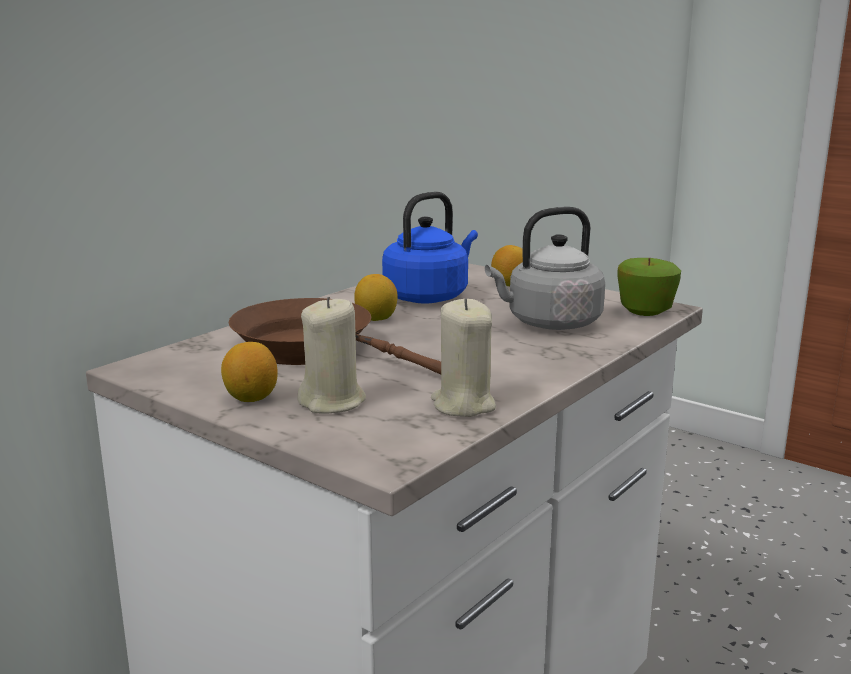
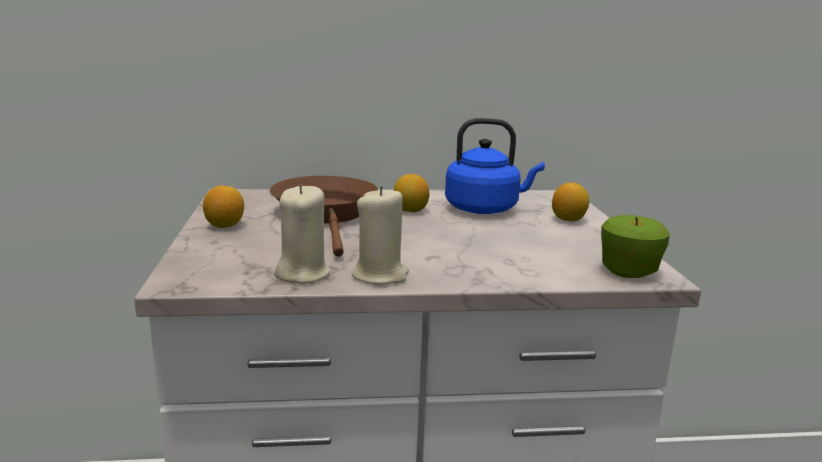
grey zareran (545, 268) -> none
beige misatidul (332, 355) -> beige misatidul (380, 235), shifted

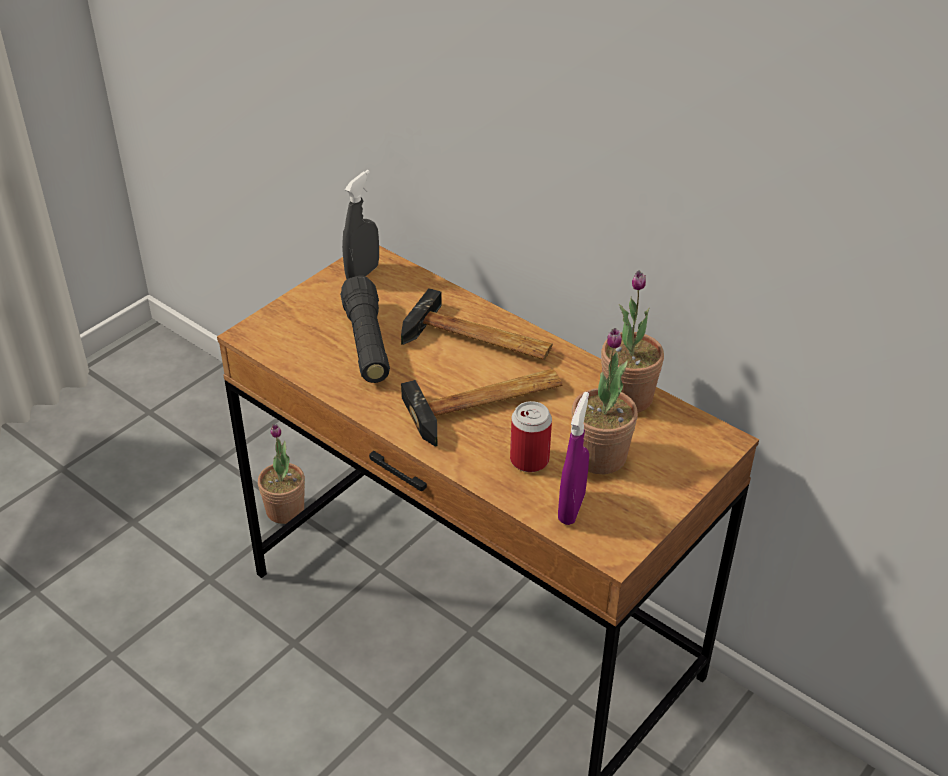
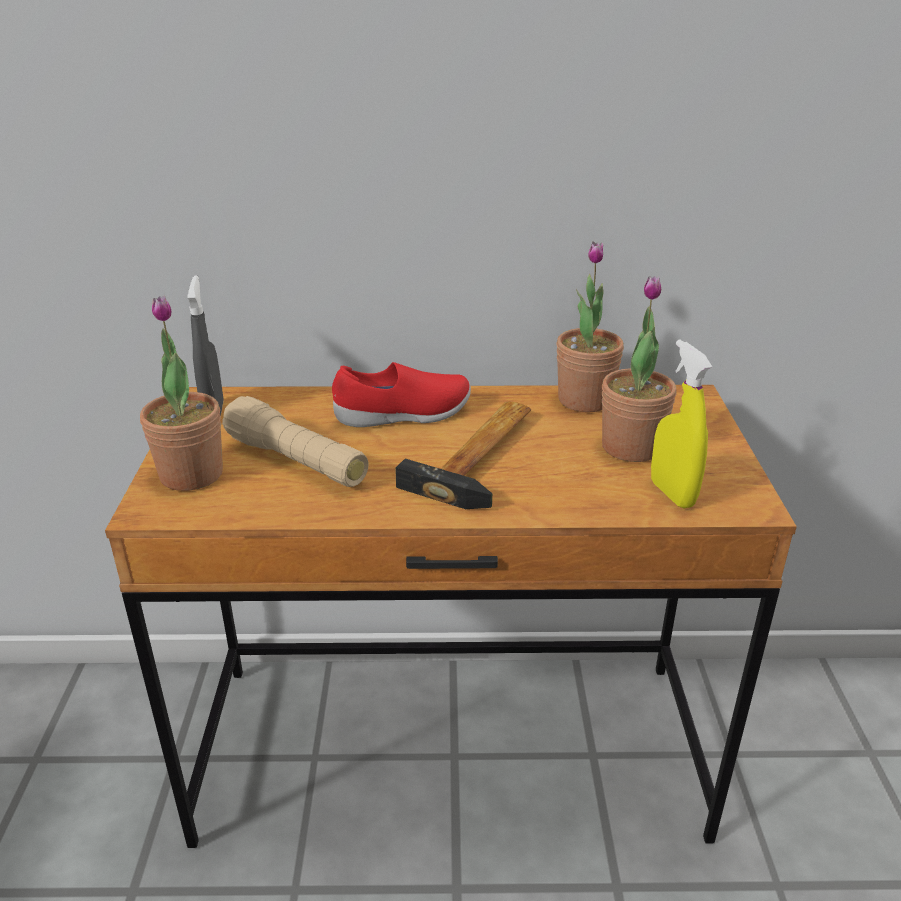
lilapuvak (531, 436) -> none
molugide (281, 474) -> molugide (181, 393), shifted
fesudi (477, 324) -> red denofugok (401, 394)
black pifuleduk (365, 329) -> beige pifuleduk (295, 441)
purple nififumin (573, 458) -> yellow nififumin (681, 424)

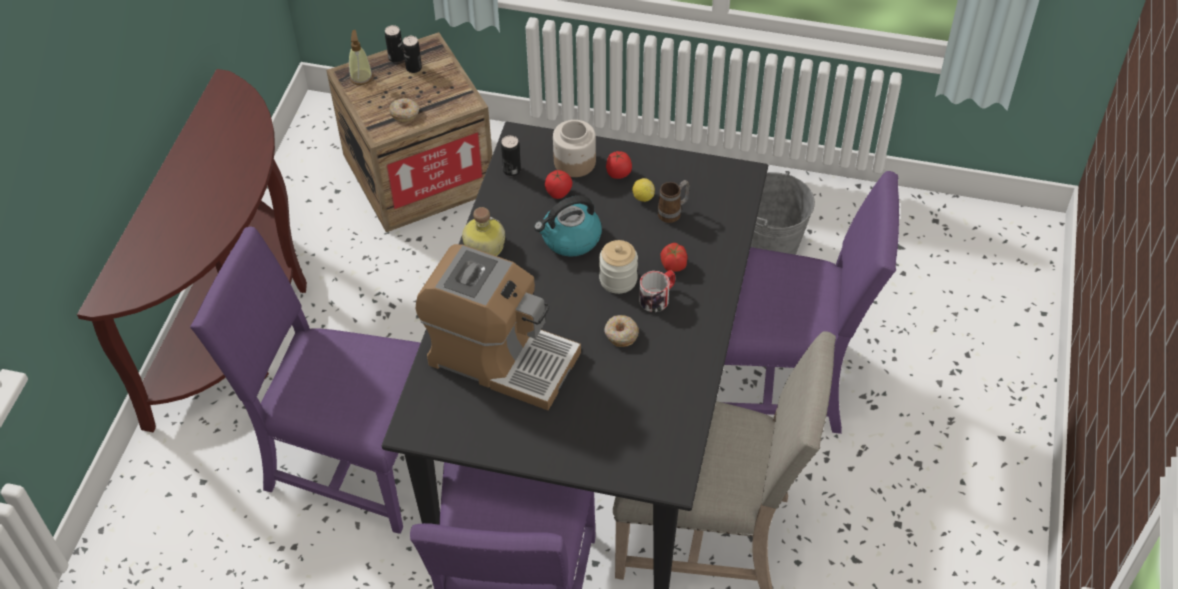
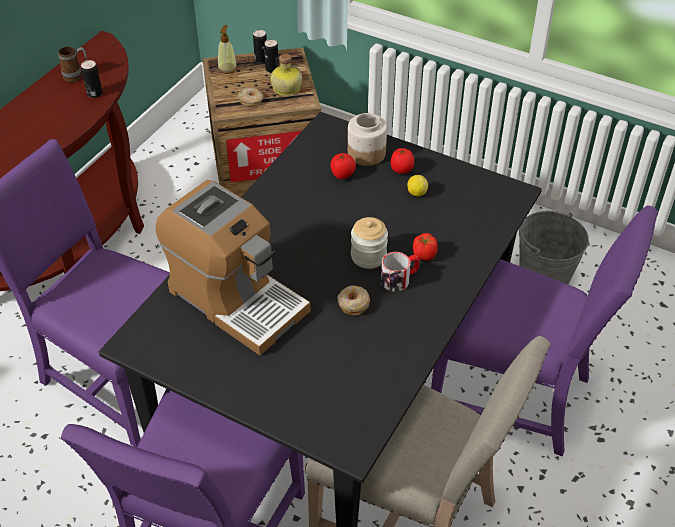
zareran (568, 226) -> none
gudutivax (483, 231) -> gudutivax (286, 75), shifted
lilapuvak (511, 155) -> lilapuvak (92, 79), shifted
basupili (674, 201) -> basupili (72, 64), shifted

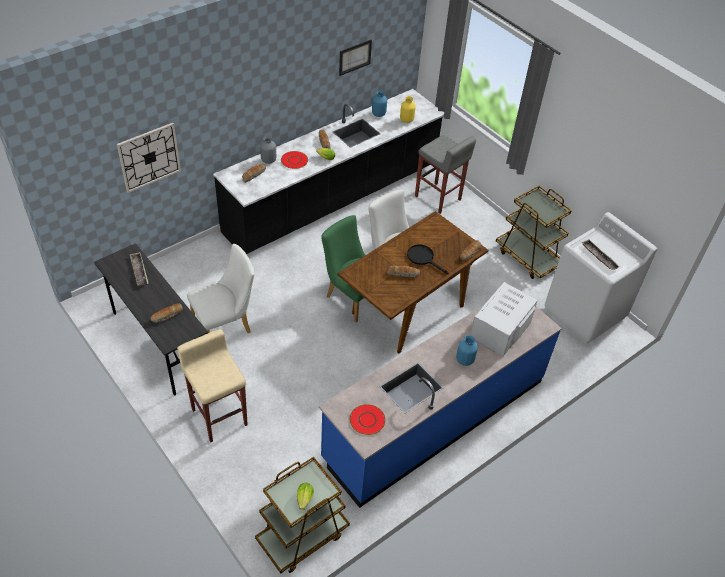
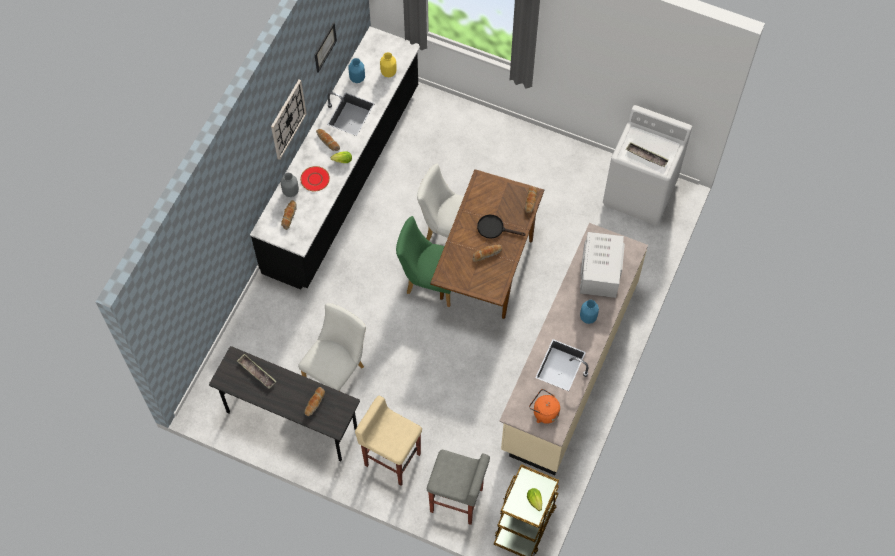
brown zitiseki (534, 232) -> none
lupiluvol (149, 158) -> lupiluvol (288, 120), shifted
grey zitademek (445, 174) -> grey zitademek (458, 487), shifted
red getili (368, 419) -> orange zareran (544, 406)
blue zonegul (440, 407) -> beige zonegul (573, 349)

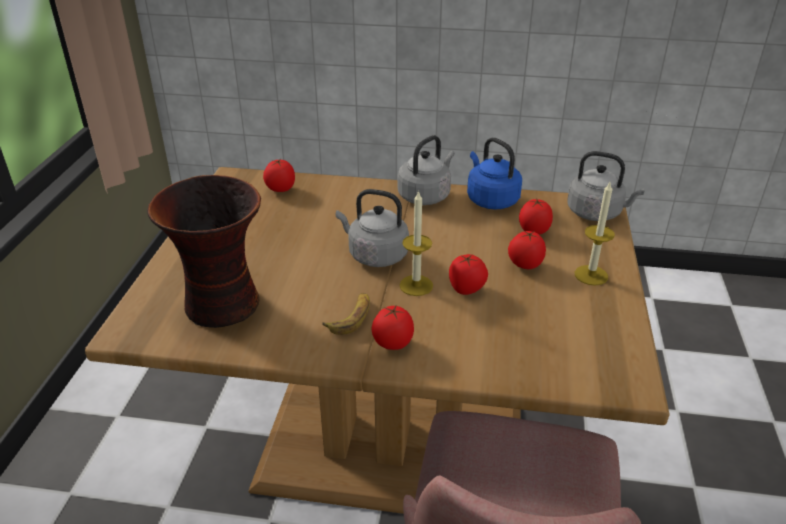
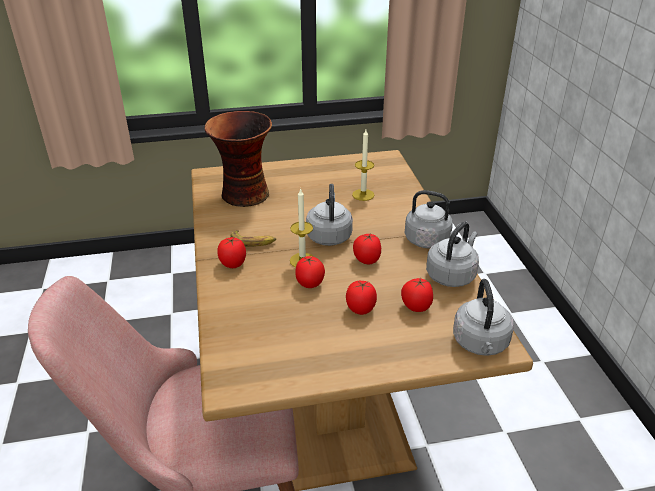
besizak (279, 176) -> besizak (367, 248), shifted
misatidul (595, 234) -> misatidul (363, 165), shifted
blue zareran (494, 173) -> grey zareran (452, 254)

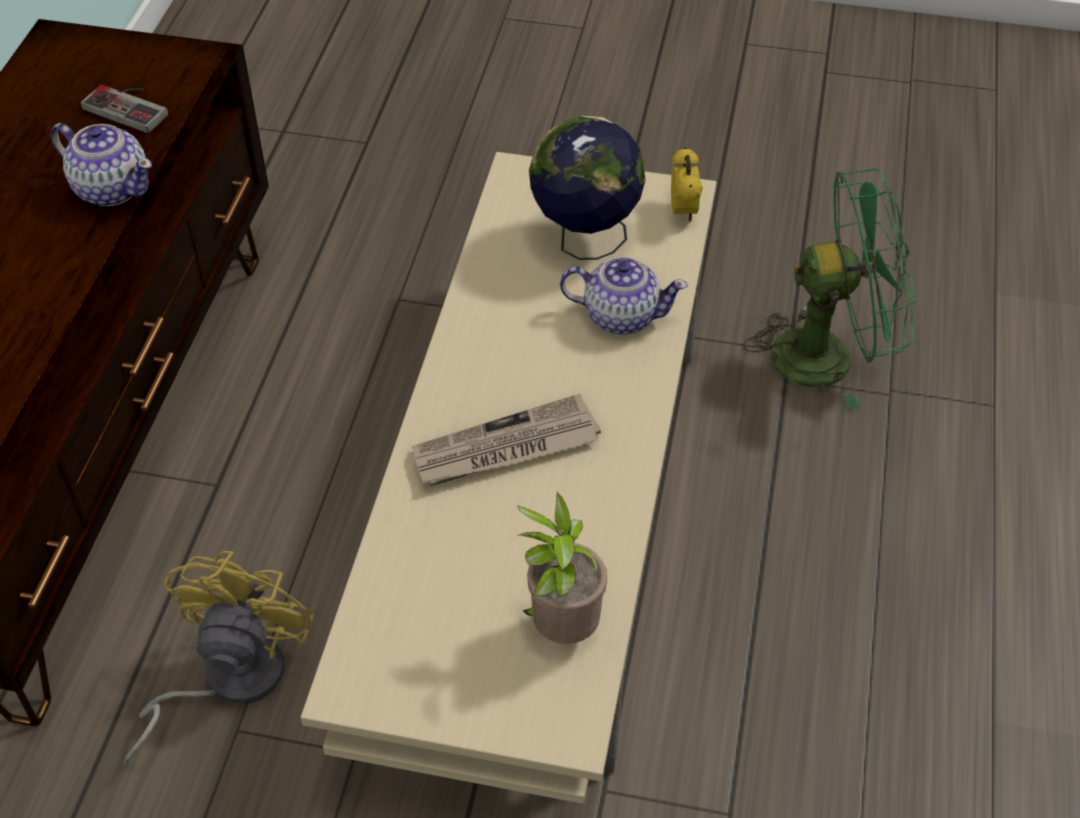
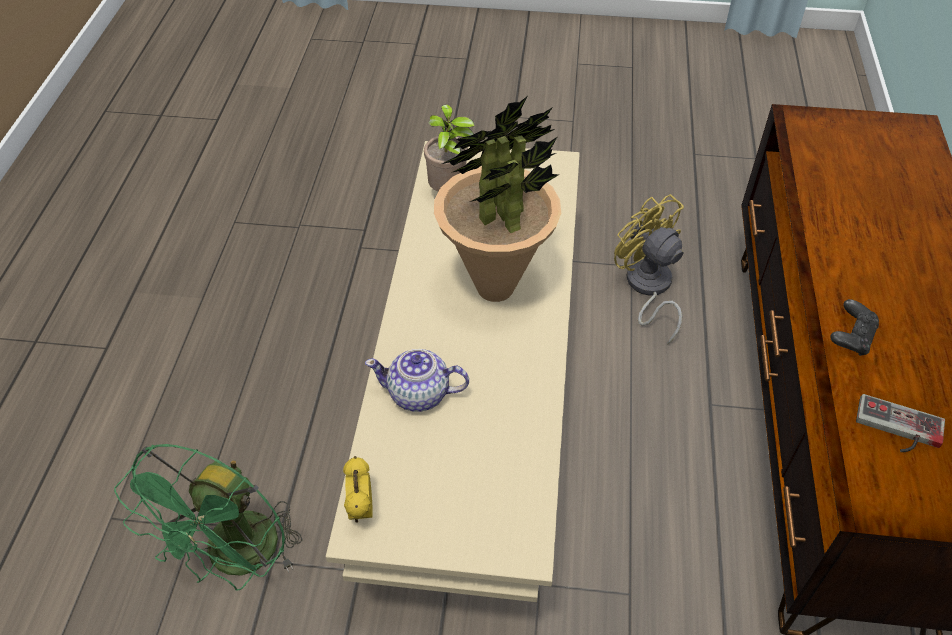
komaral (587, 188) -> none
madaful (101, 164) -> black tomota (854, 327)
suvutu (506, 440) -> molugide (497, 199)
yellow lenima (219, 658) -> yellow lenima (649, 269), 135 degrees clockwise
green lenima (829, 289) -> green lenima (208, 517), 60 degrees counterclockwise

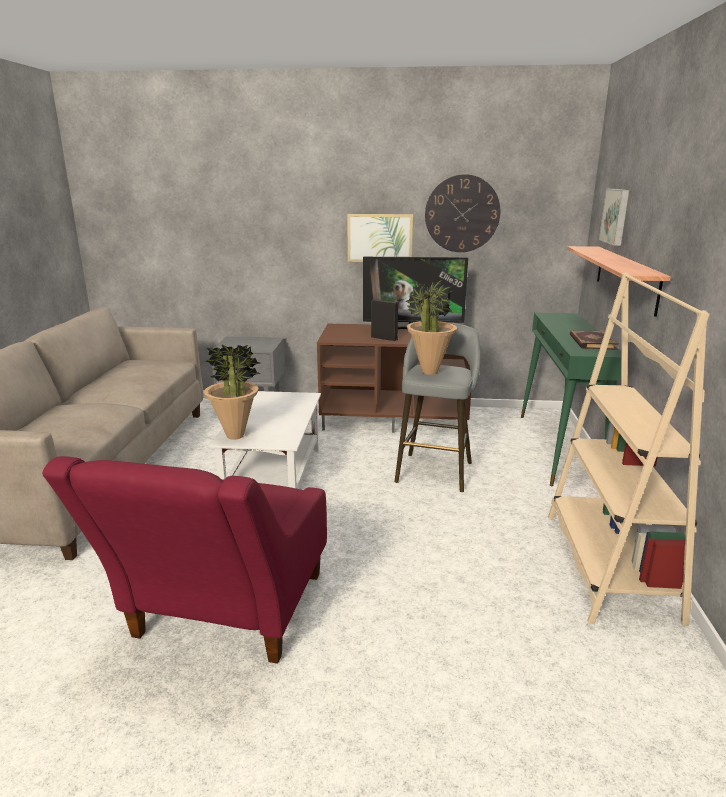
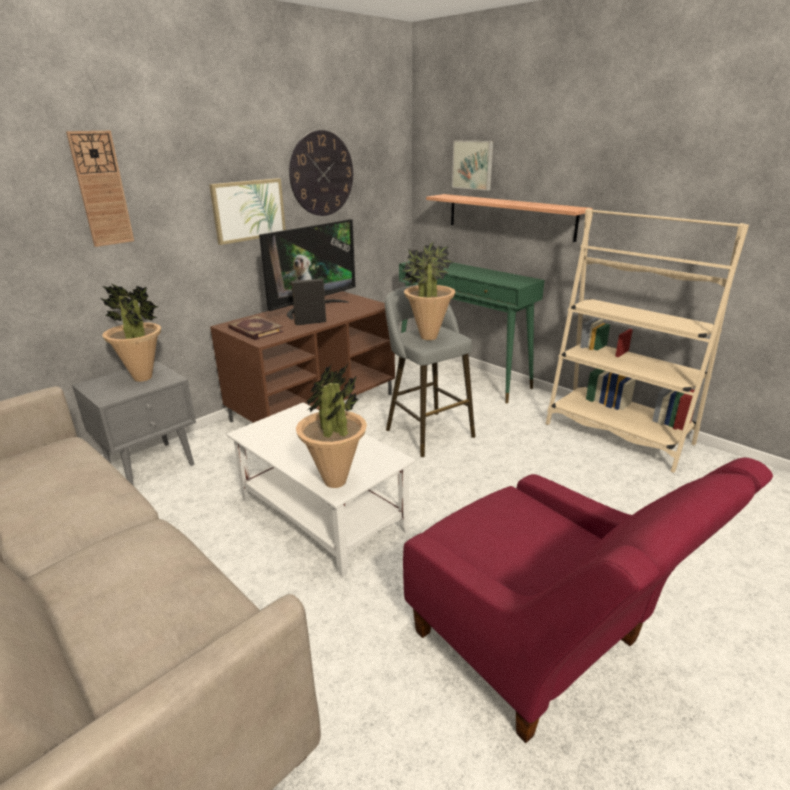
none -> lupiluvol (100, 189)
none -> molugide (130, 333)
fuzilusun (594, 340) -> fuzilusun (256, 328), shifted

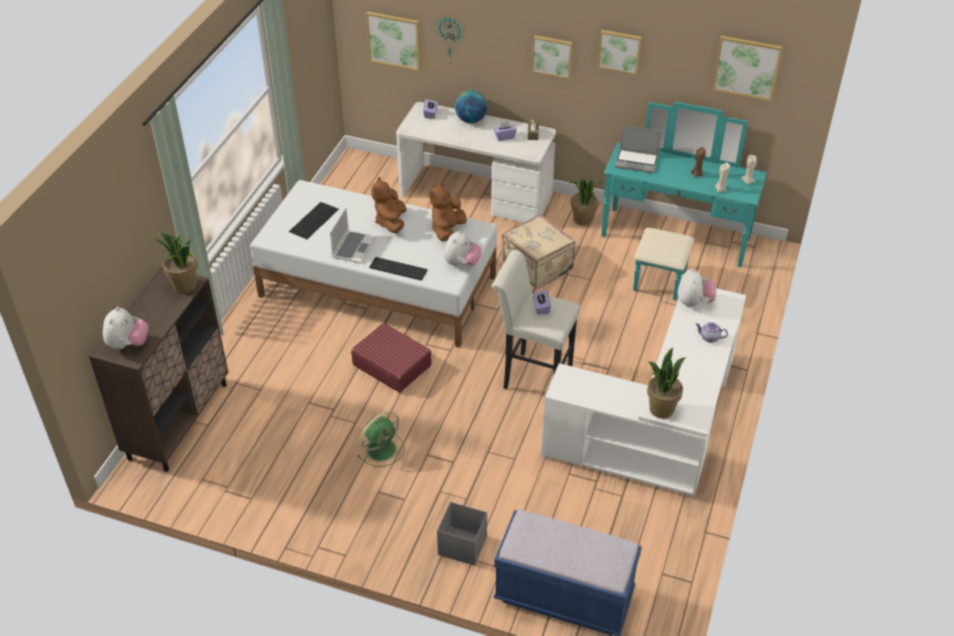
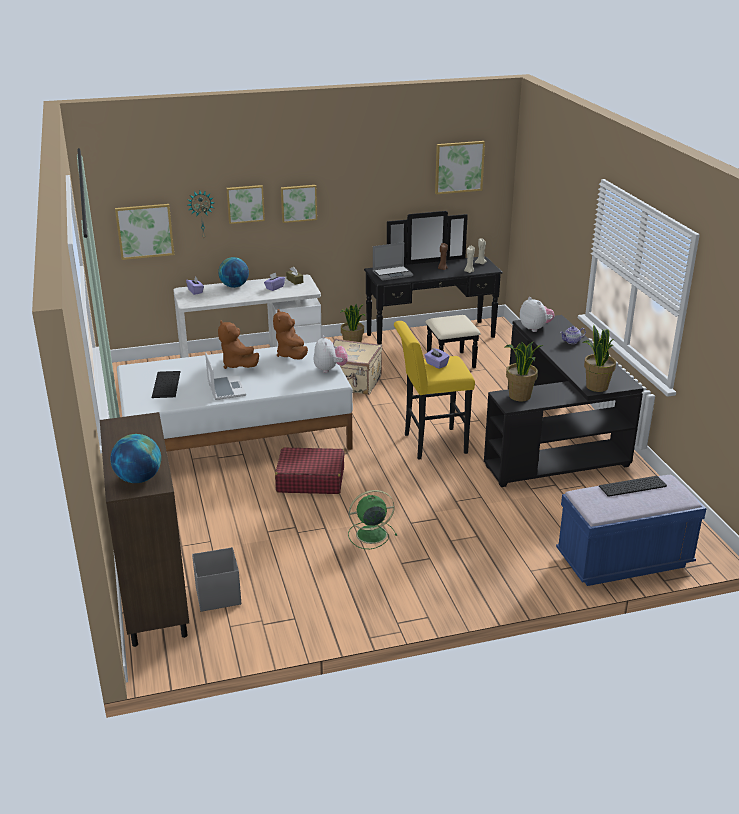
molugide (175, 262) -> molugide (523, 371), shifted
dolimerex (398, 268) -> dolimerex (633, 486), shifted
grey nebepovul (462, 534) -> grey nebepovul (216, 579), shifted
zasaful (620, 52) -> zasaful (246, 204), shifted
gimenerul (125, 328) -> komaral (135, 458)
white zitademek (535, 319) -> yellow zitademek (434, 390)
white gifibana (643, 393) -> black gifibana (564, 401)
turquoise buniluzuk (684, 201) -> black buniluzuk (433, 289)
green lenima (381, 439) -> green lenima (372, 519), 120 degrees counterclockwise

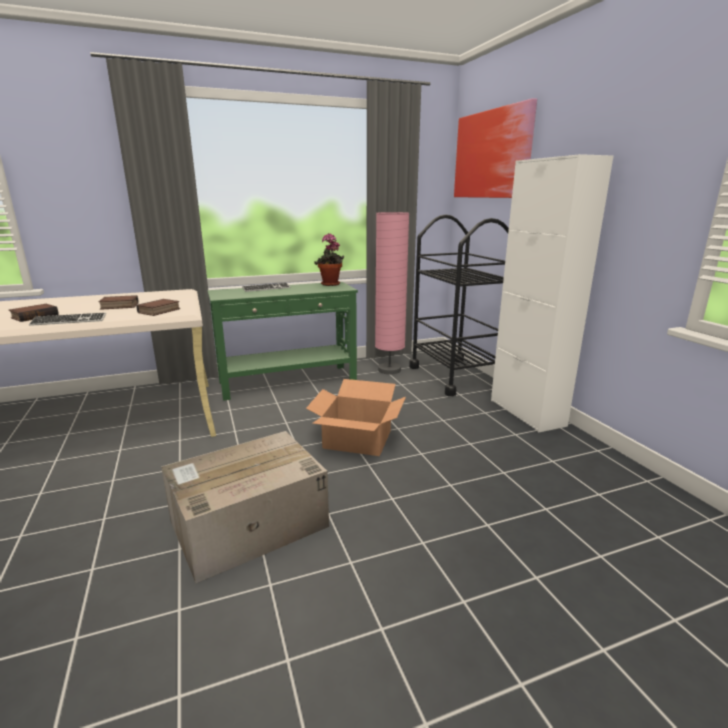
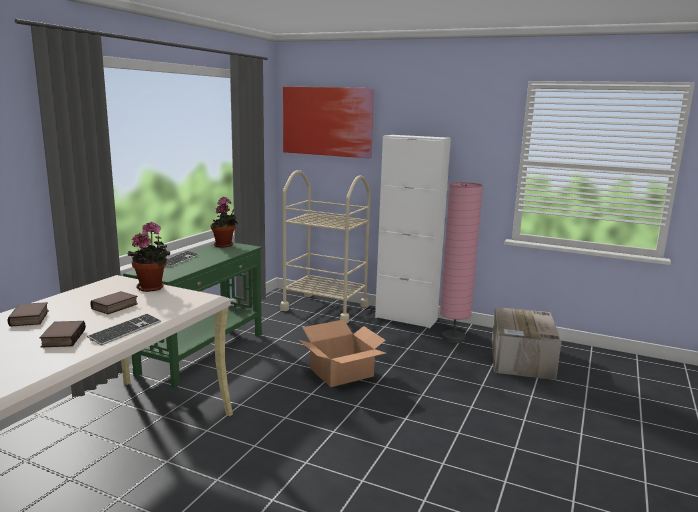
none -> molugide (148, 257)
fuzilusun (158, 307) -> fuzilusun (28, 314), shifted
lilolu (245, 507) -> lilolu (527, 343), shifted
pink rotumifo (392, 293) -> pink rotumifo (461, 262), shifted
black zitiseki (459, 305) -> beige zitiseki (325, 246)

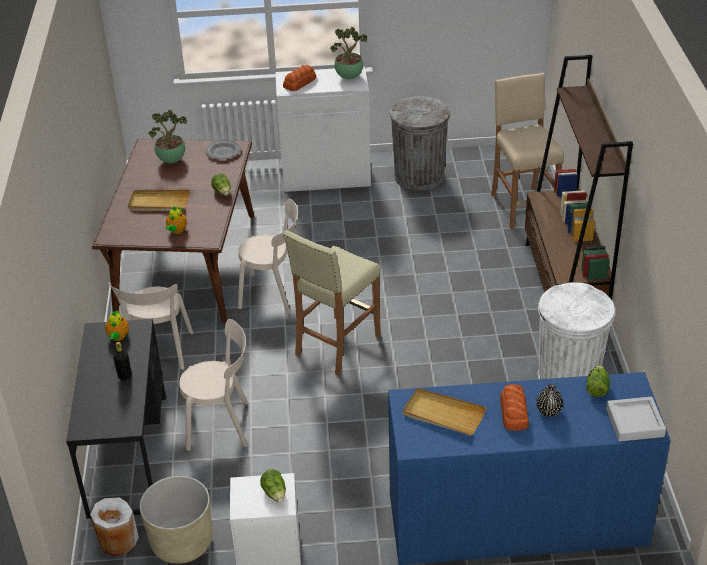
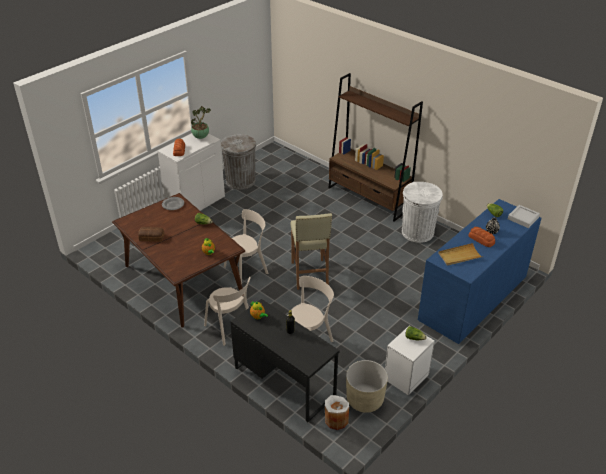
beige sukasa (159, 200) -> none
molugide (167, 136) -> none
beige zitademek (527, 151) -> none
none -> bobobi (151, 234)

